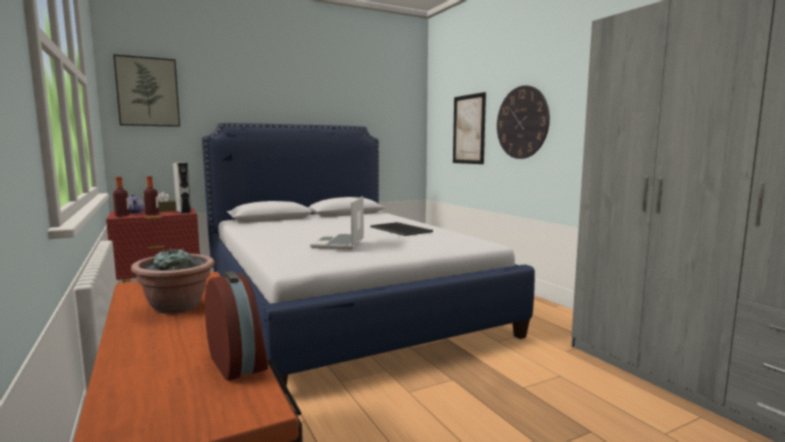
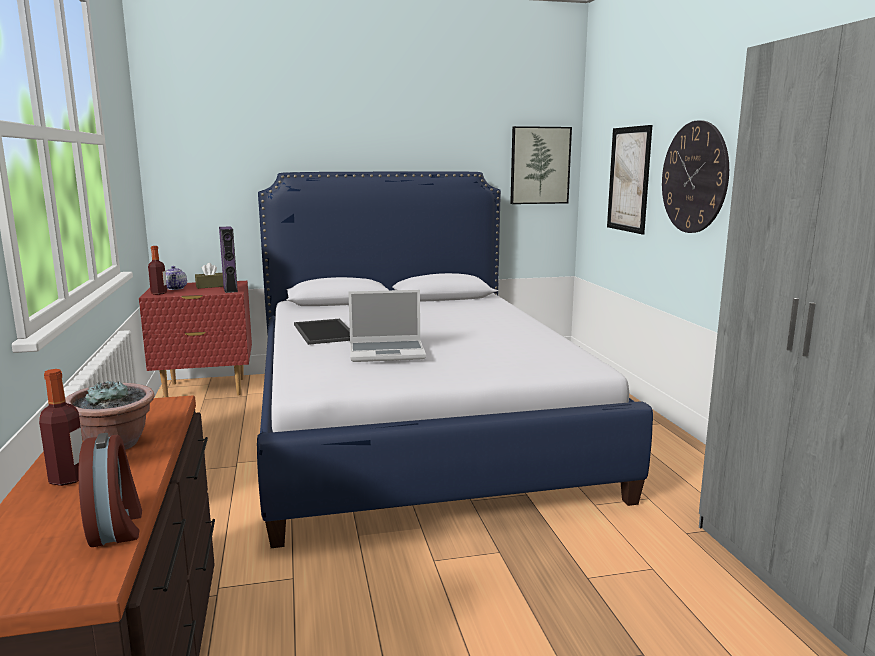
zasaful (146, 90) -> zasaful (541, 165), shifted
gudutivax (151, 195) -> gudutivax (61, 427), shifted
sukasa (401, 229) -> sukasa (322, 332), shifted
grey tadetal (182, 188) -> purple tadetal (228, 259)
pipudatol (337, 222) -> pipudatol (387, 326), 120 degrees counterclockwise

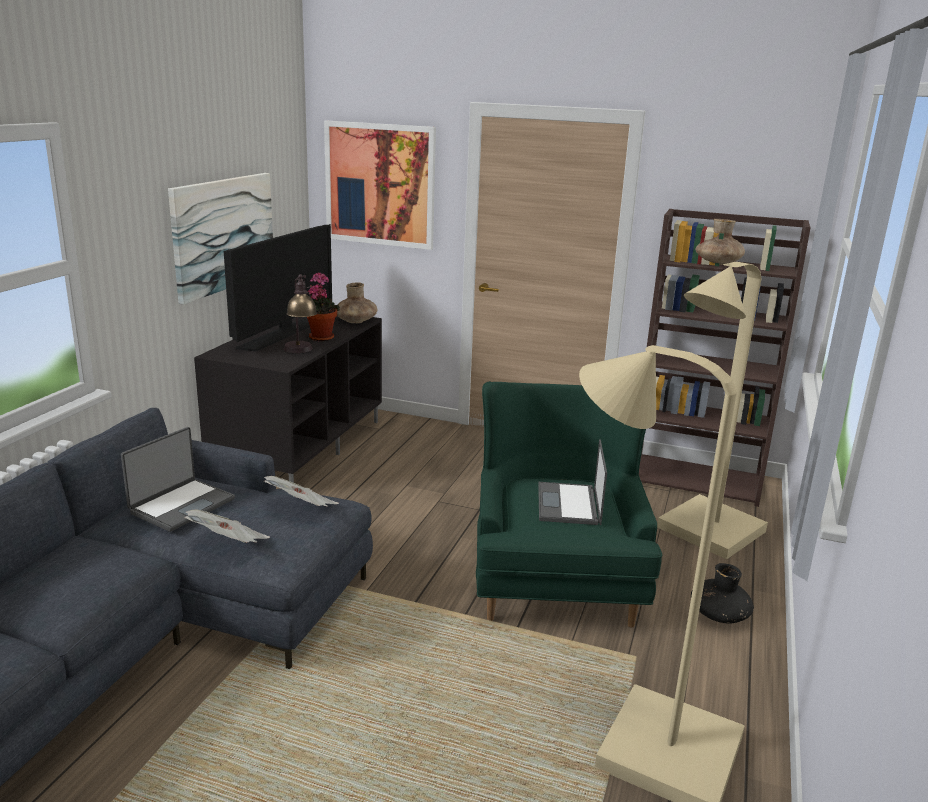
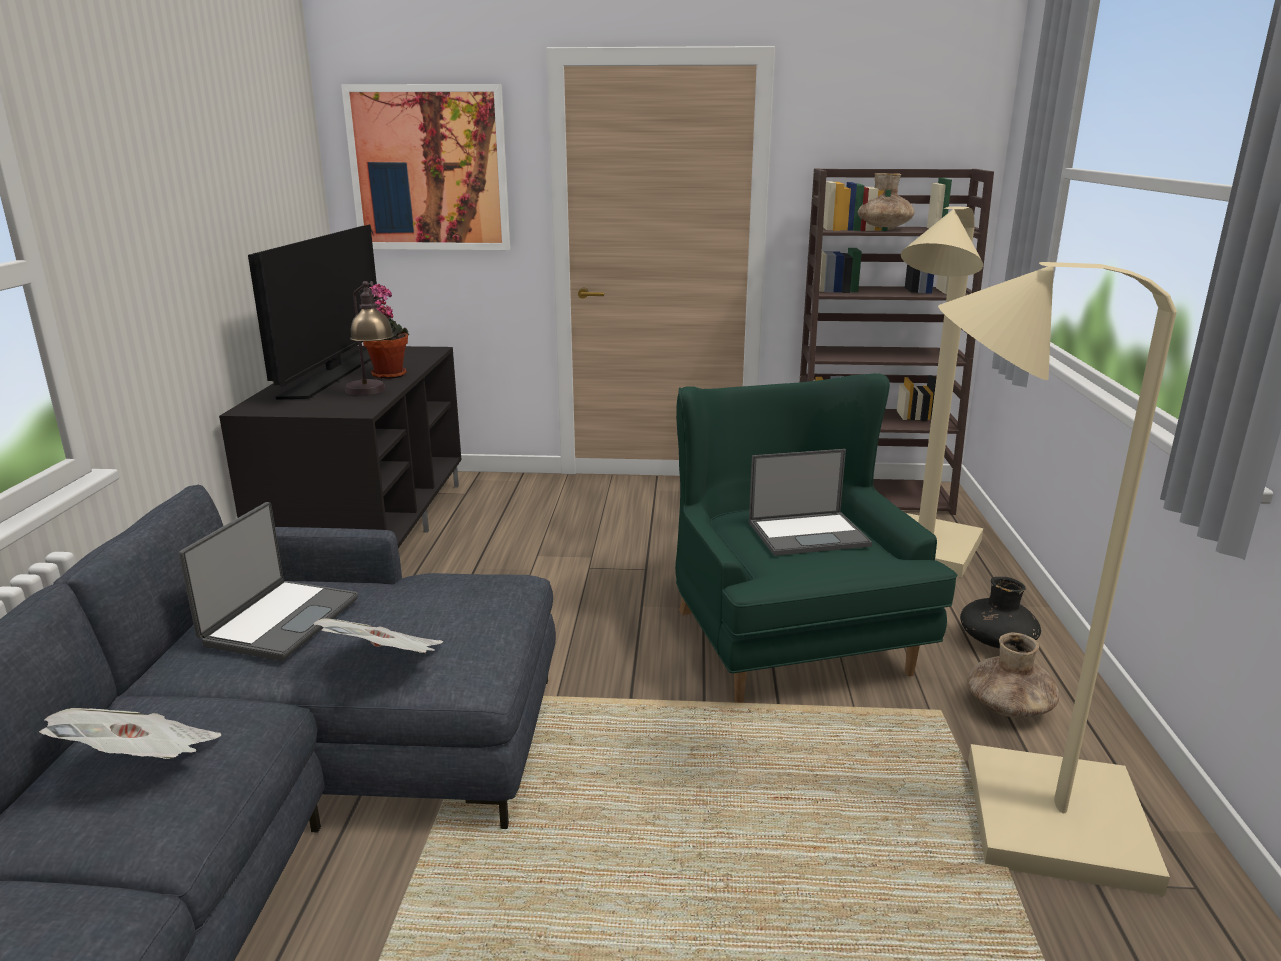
zasaful (220, 238) -> none
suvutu (301, 491) -> suvutu (130, 733), shifted
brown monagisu (357, 302) -> brown monagisu (1013, 675), shifted
pipudatol (572, 482) -> pipudatol (810, 502), 90 degrees counterclockwise

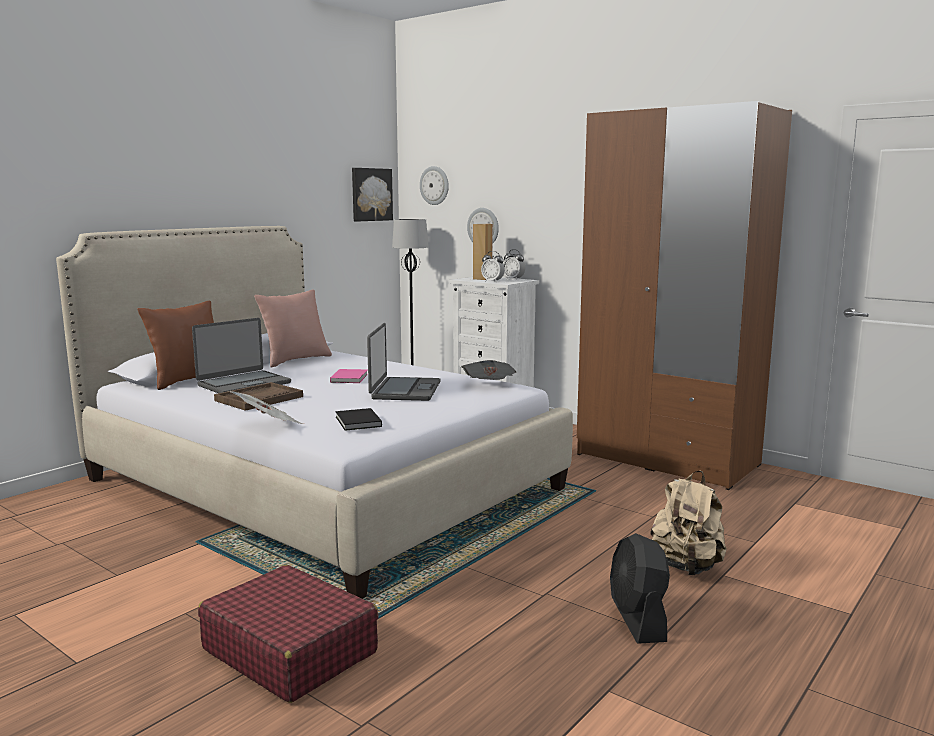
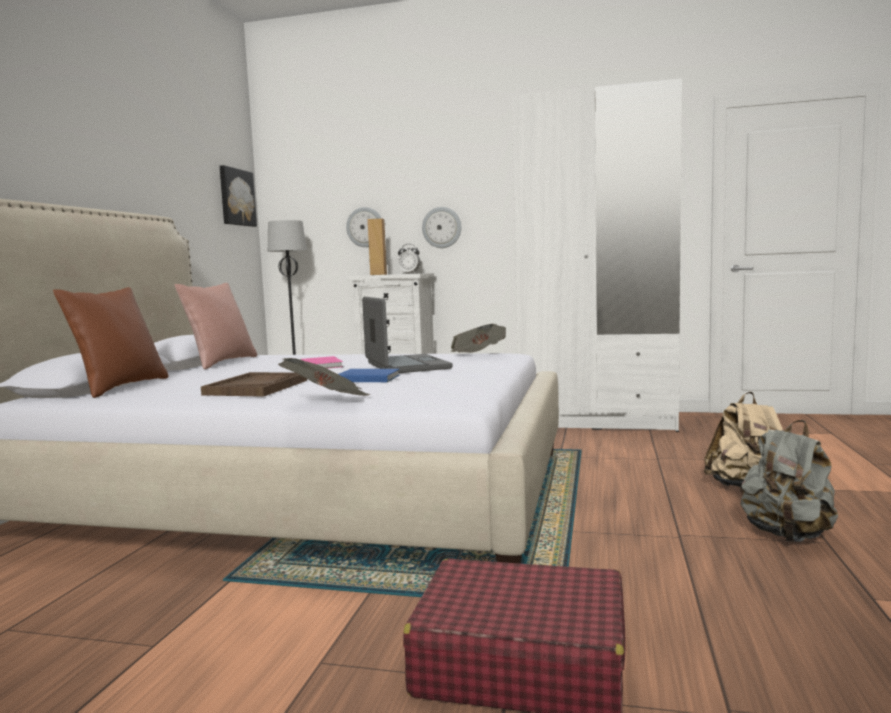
pipudatol (241, 355) -> none
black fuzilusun (359, 419) -> none
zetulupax (493, 267) -> none
none -> blue fuzilusun (369, 375)
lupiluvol (434, 185) -> lupiluvol (441, 227), shifted
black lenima (640, 588) -> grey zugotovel (789, 481)
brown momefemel (684, 295) -> white momefemel (597, 255)

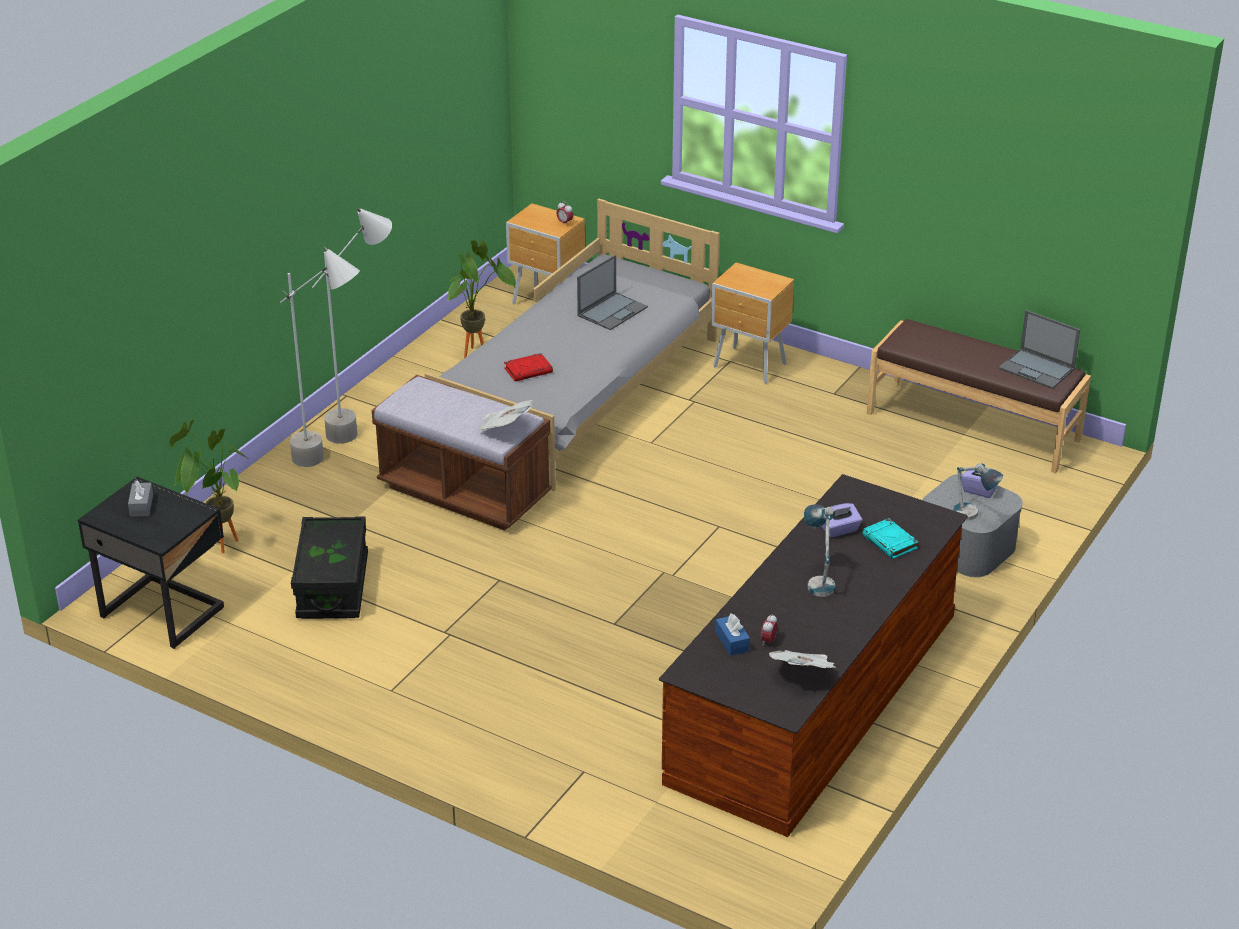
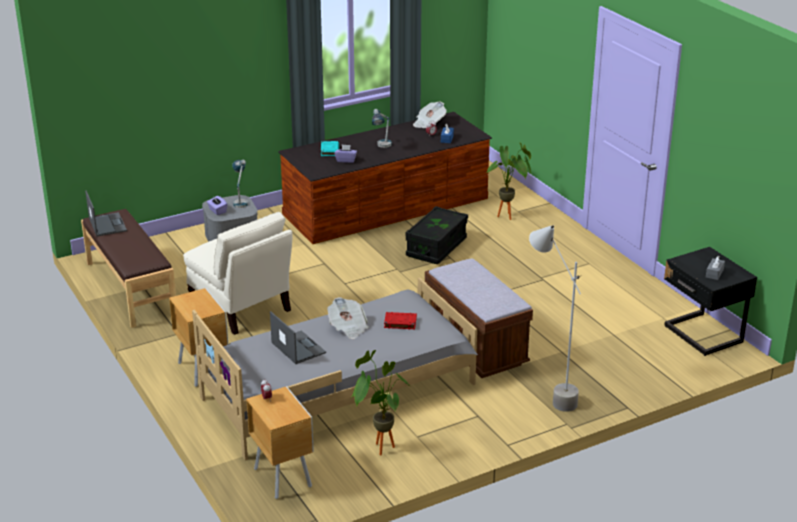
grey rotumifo (352, 326) -> none
none -> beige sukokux (238, 273)
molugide (208, 486) -> molugide (508, 181), shifted
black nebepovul (329, 567) -> black nebepovul (436, 235), shifted
suvutu (504, 415) -> suvutu (348, 318), shifted
pipudatol (612, 292) -> pipudatol (298, 337), 75 degrees clockwise

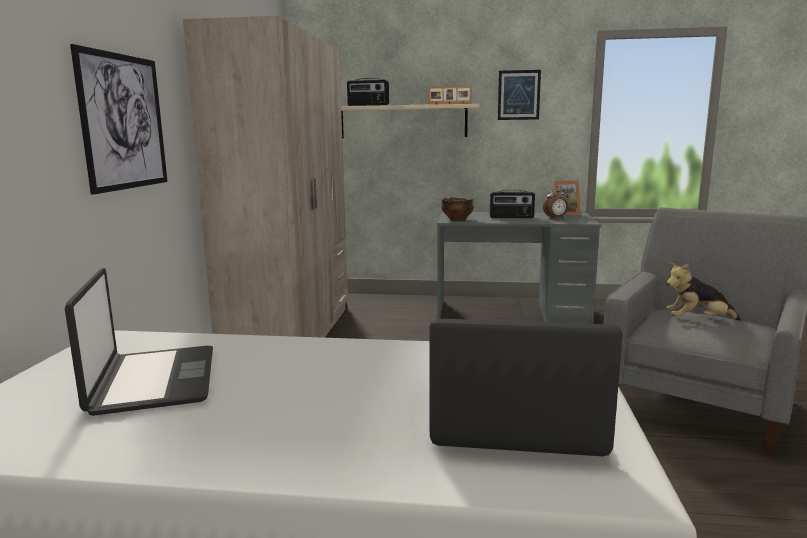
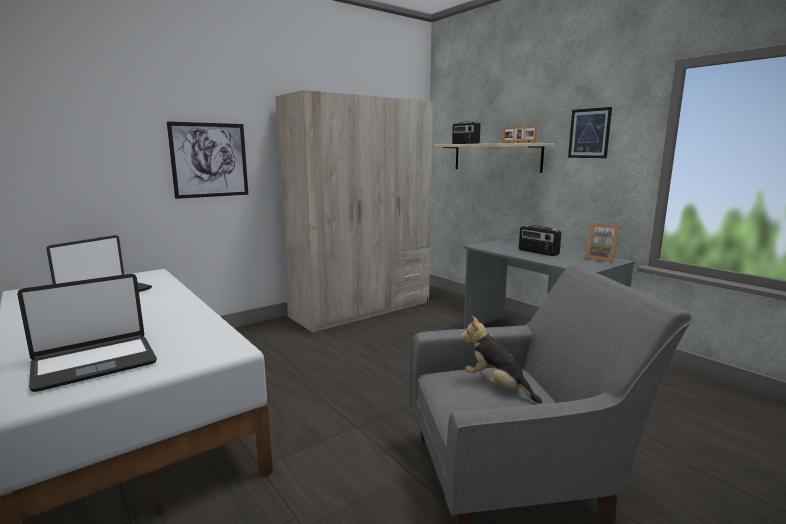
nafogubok (457, 209) -> none
zetulupax (555, 202) -> none
pipudatol (526, 387) -> pipudatol (87, 333), 90 degrees clockwise

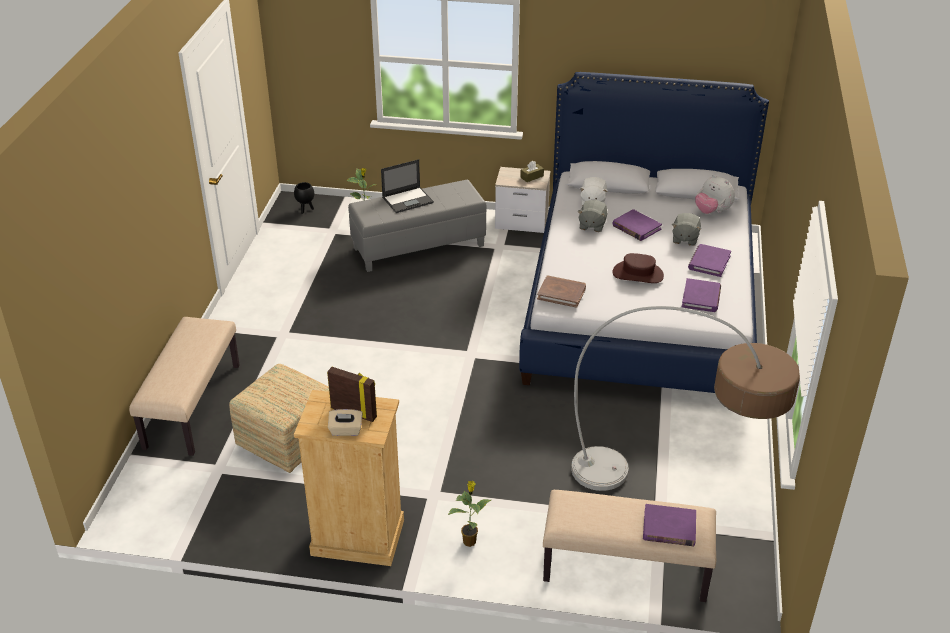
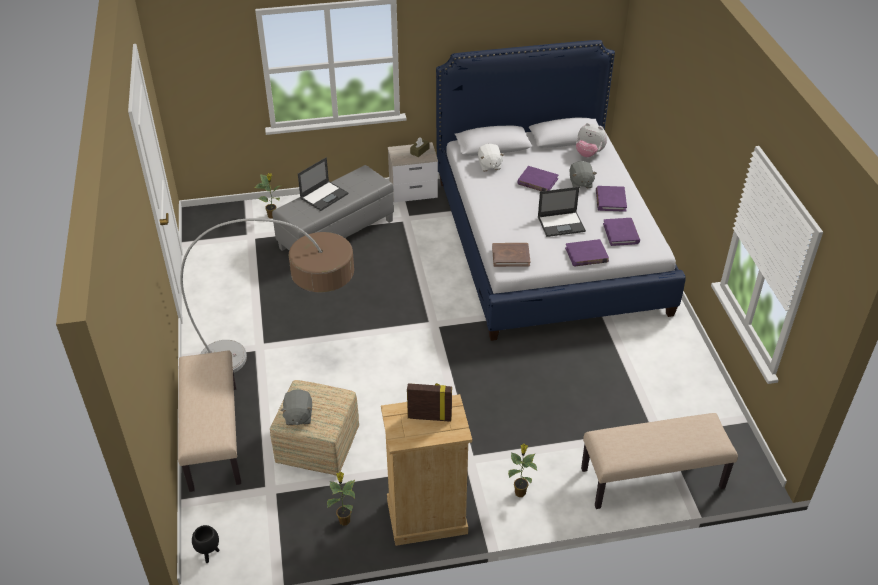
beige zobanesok (345, 422) -> none
none -> molugide (341, 499)
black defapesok (304, 198) -> black defapesok (205, 544), shifted
rotumifo (685, 398) -> rotumifo (267, 295), shifted
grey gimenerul (593, 216) -> grey gimenerul (296, 407), shifted
purple fuzilusun (669, 525) -> purple fuzilusun (587, 252), shifted
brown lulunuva (638, 268) -> pipudatol (562, 212)

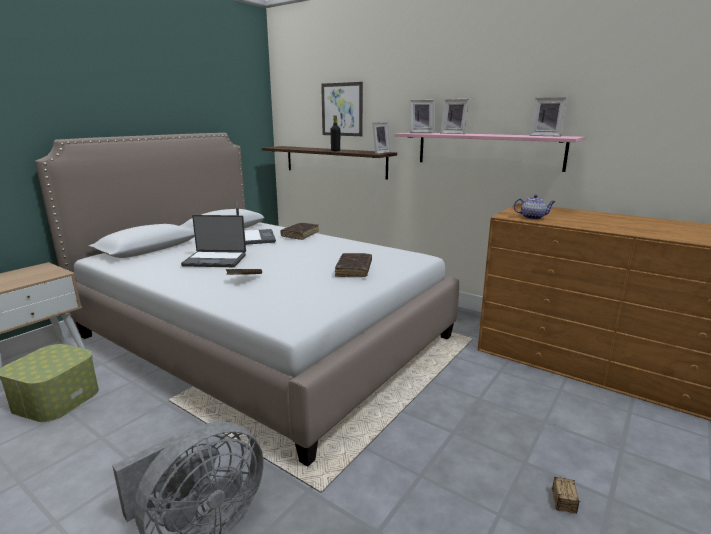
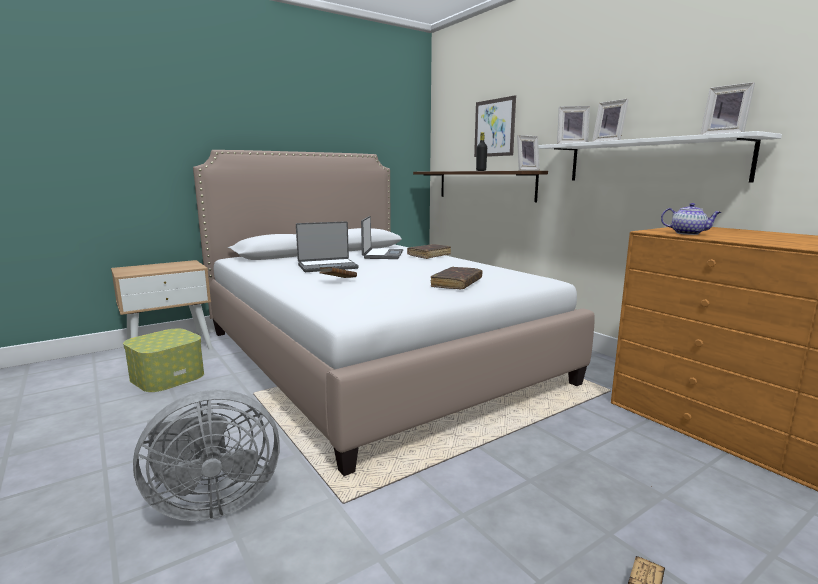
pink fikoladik (489, 152) -> white fikoladik (660, 156)
pipudatol (213, 241) -> pipudatol (327, 246), 45 degrees counterclockwise

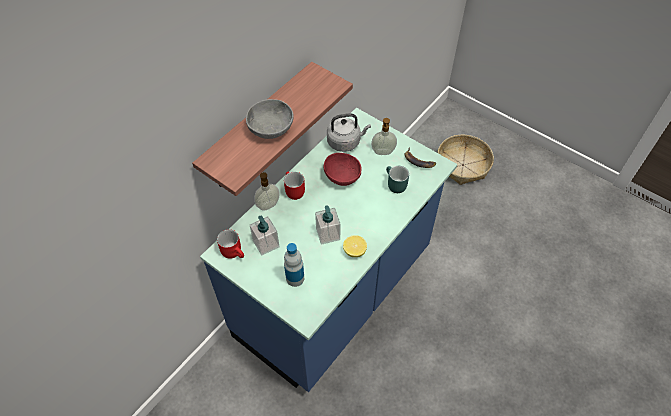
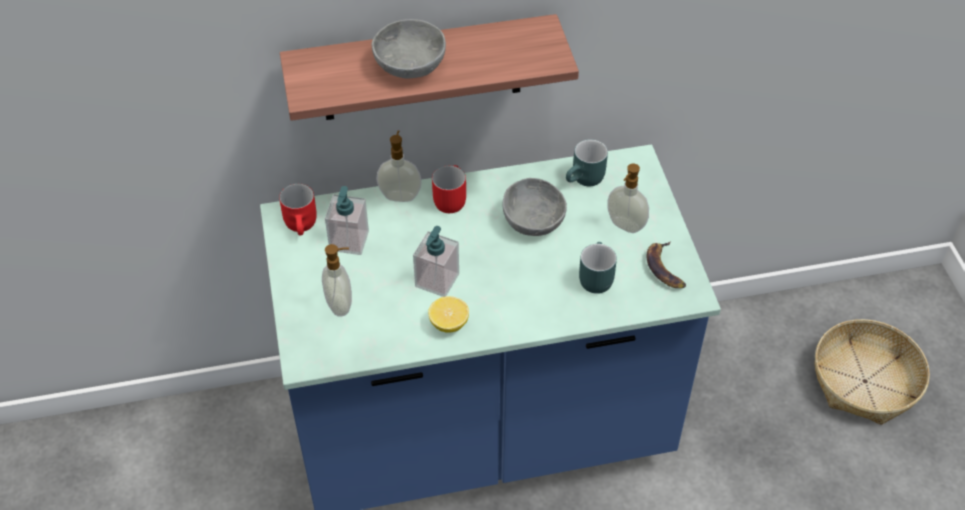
gudutivax (294, 265) -> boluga (337, 280)
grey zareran (349, 132) -> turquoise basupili (587, 162)
red nafogubok (343, 169) -> grey nafogubok (535, 207)

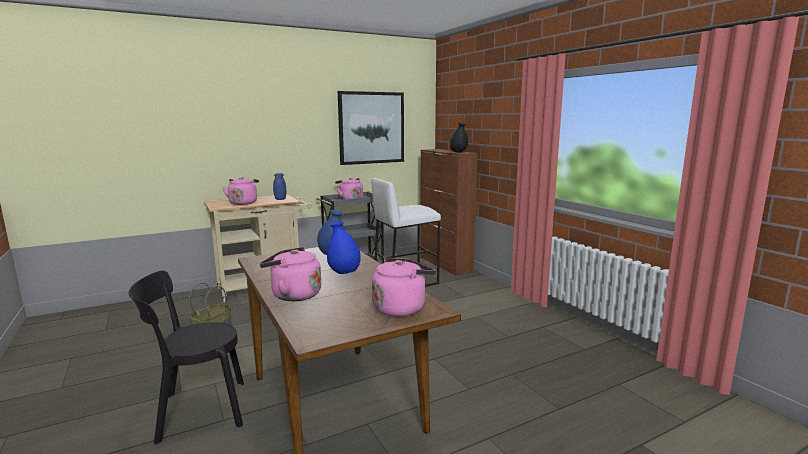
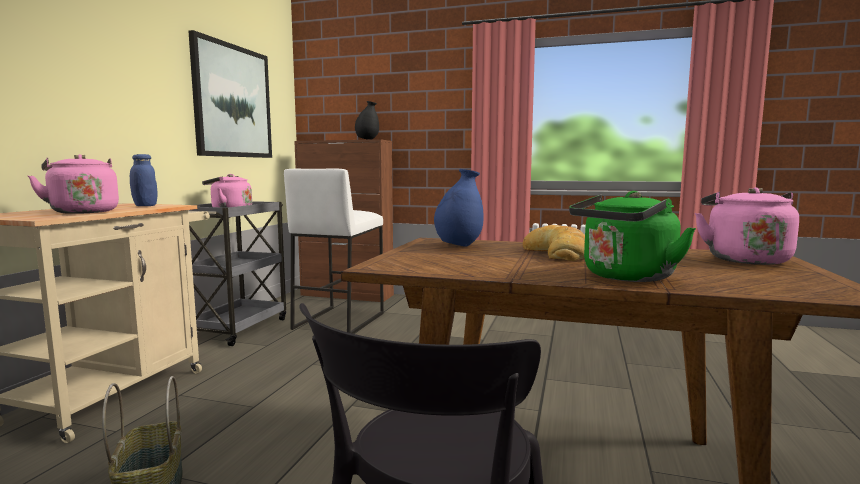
blue monagisu (344, 248) -> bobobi (554, 243)
pink zareran (290, 274) -> green zareran (632, 236)

